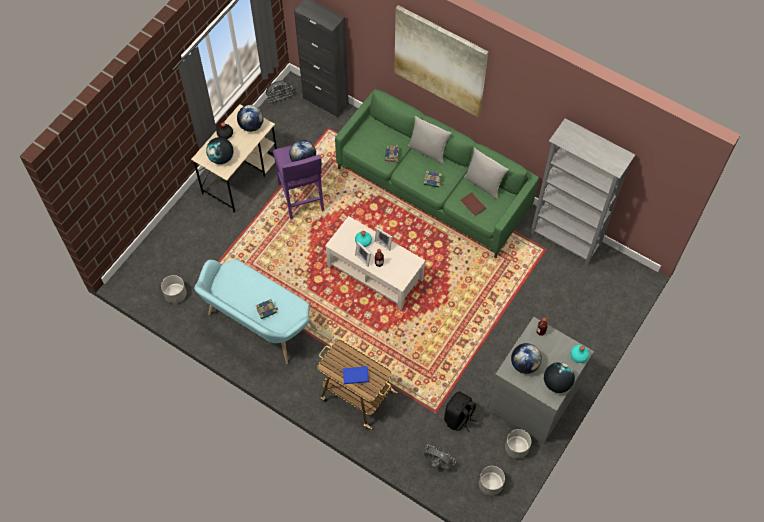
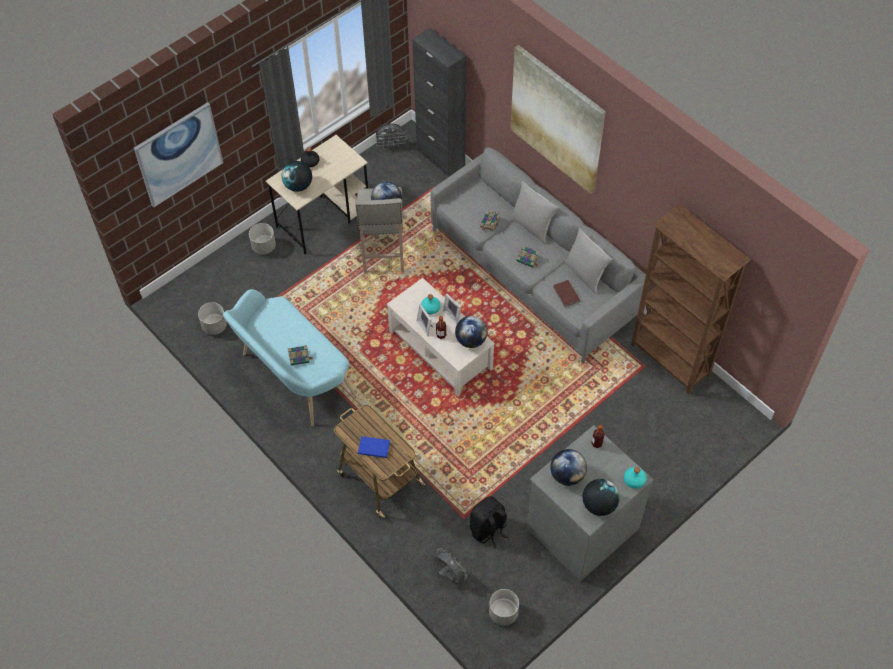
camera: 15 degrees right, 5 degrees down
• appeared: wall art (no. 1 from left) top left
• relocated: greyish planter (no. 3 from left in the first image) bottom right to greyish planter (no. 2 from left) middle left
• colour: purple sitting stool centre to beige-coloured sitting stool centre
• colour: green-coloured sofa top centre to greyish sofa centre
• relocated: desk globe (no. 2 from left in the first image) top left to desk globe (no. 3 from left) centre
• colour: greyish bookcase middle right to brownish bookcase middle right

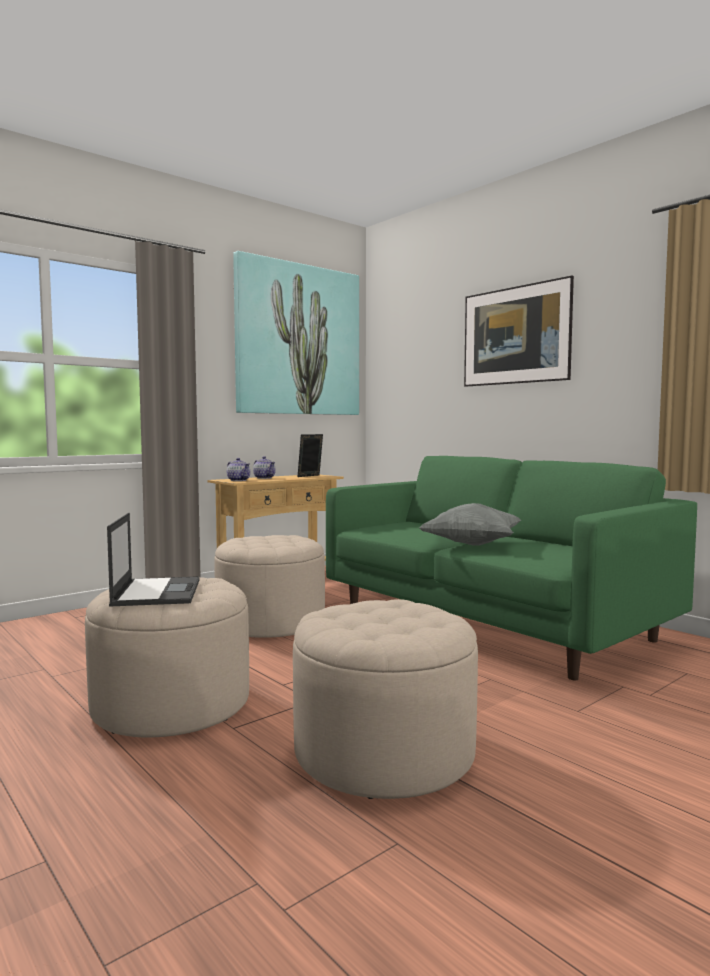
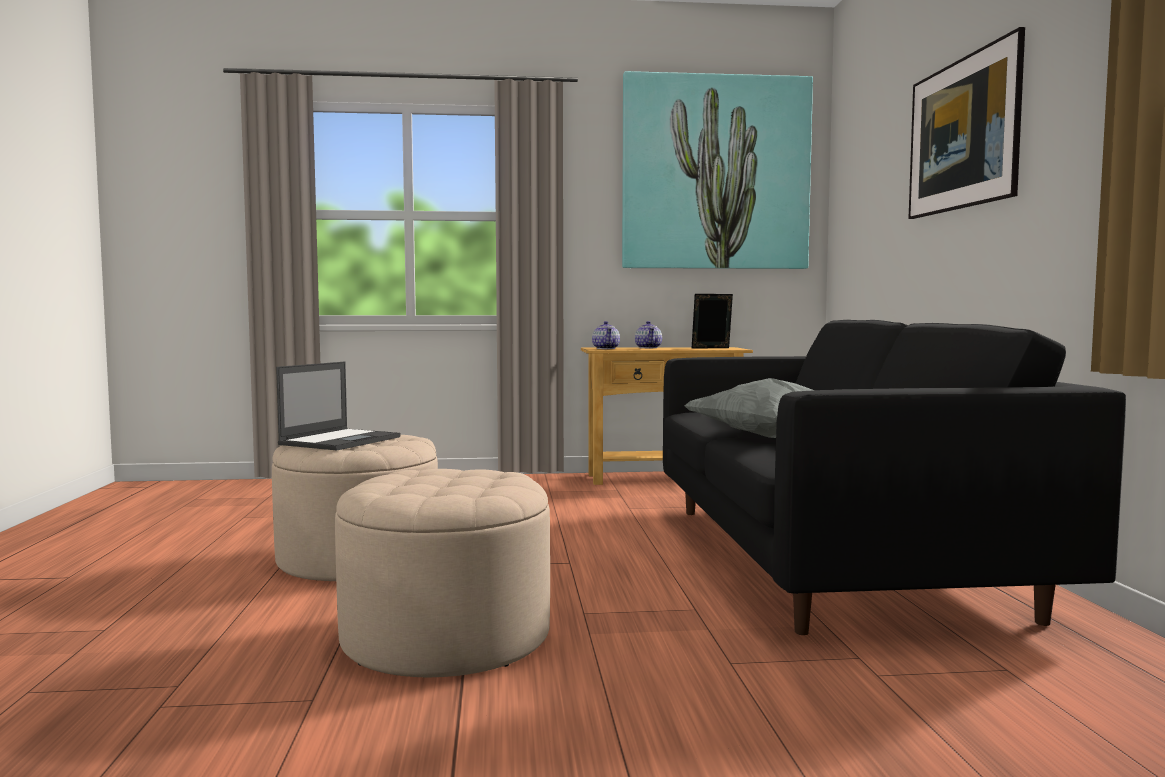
camera: 35 degrees right, 0 degrees up
• colour: green-coloured sofa middle right to black-coloured sofa middle right
• missing: beige-coloured ottoman (no. 2 from left) centre

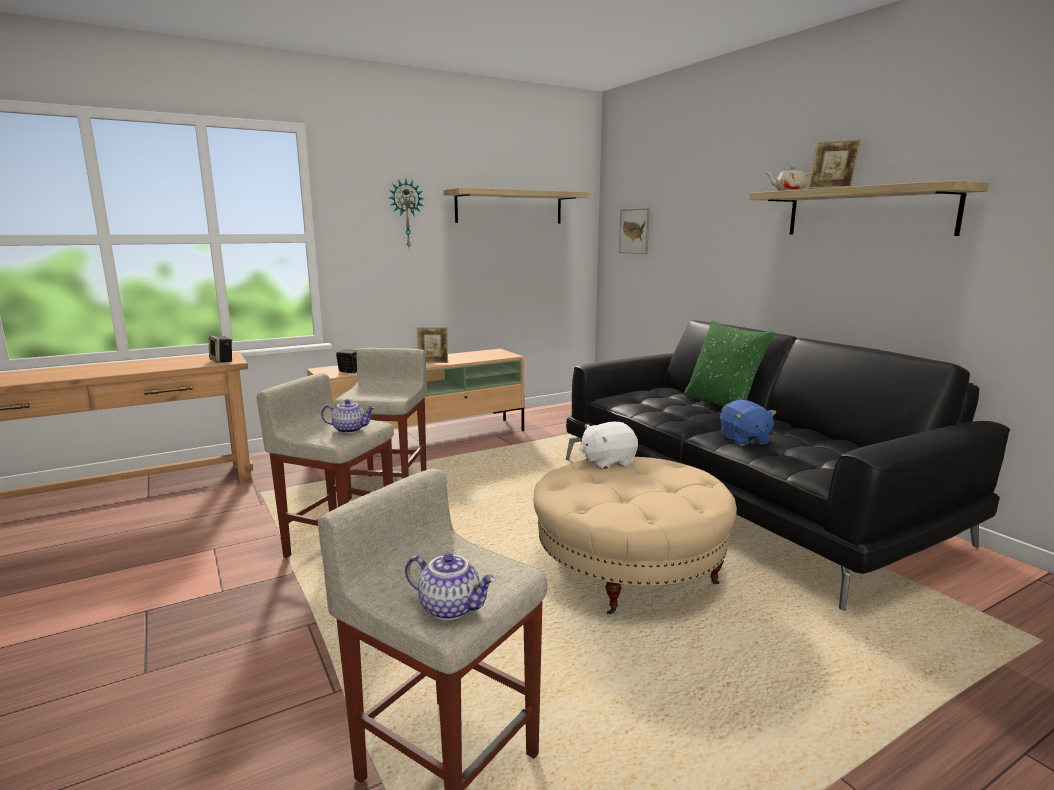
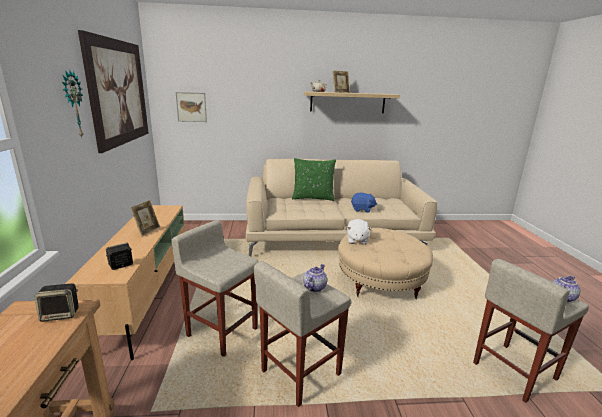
camera: 65 degrees left, 5 degrees up
• exchanged: bracket shelf (no. 1 from left) top centre to wall art (no. 1 from left) top left
• colour: black-coloured sofa middle right to beige-coloured sofa centre

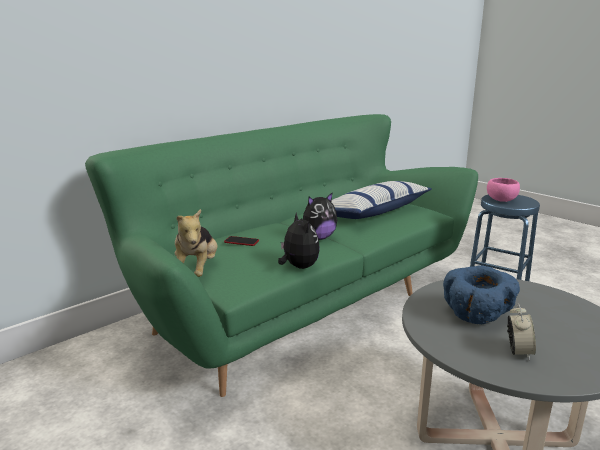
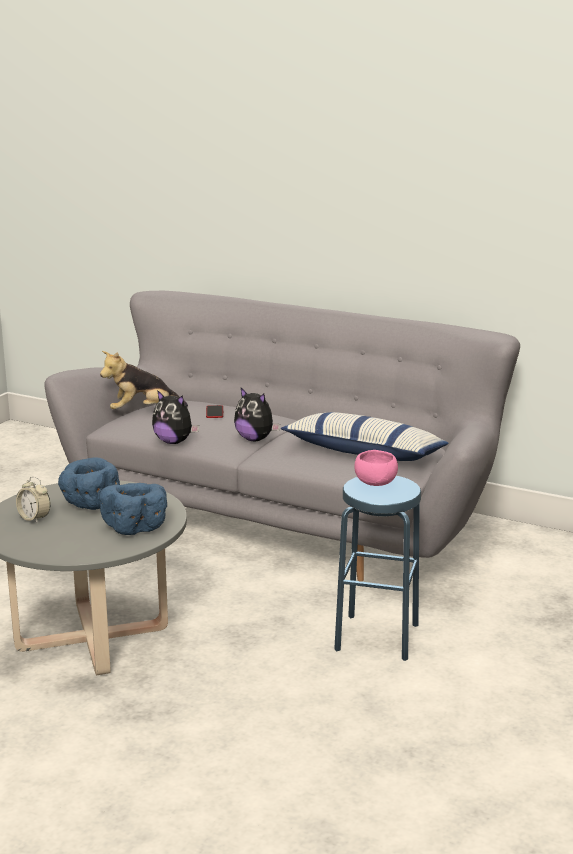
camera: 70 degrees right, 0 degrees up
• spun: bedside clock bottom right = middle left 45 degrees clockwise
• colour: green-coloured sofa centre to greyish sofa centre
• appeared: blue-coloured deep dish (no. 2 from left) middle left
• spun: plush toy (no. 2 from left) centre = middle left 75 degrees clockwise

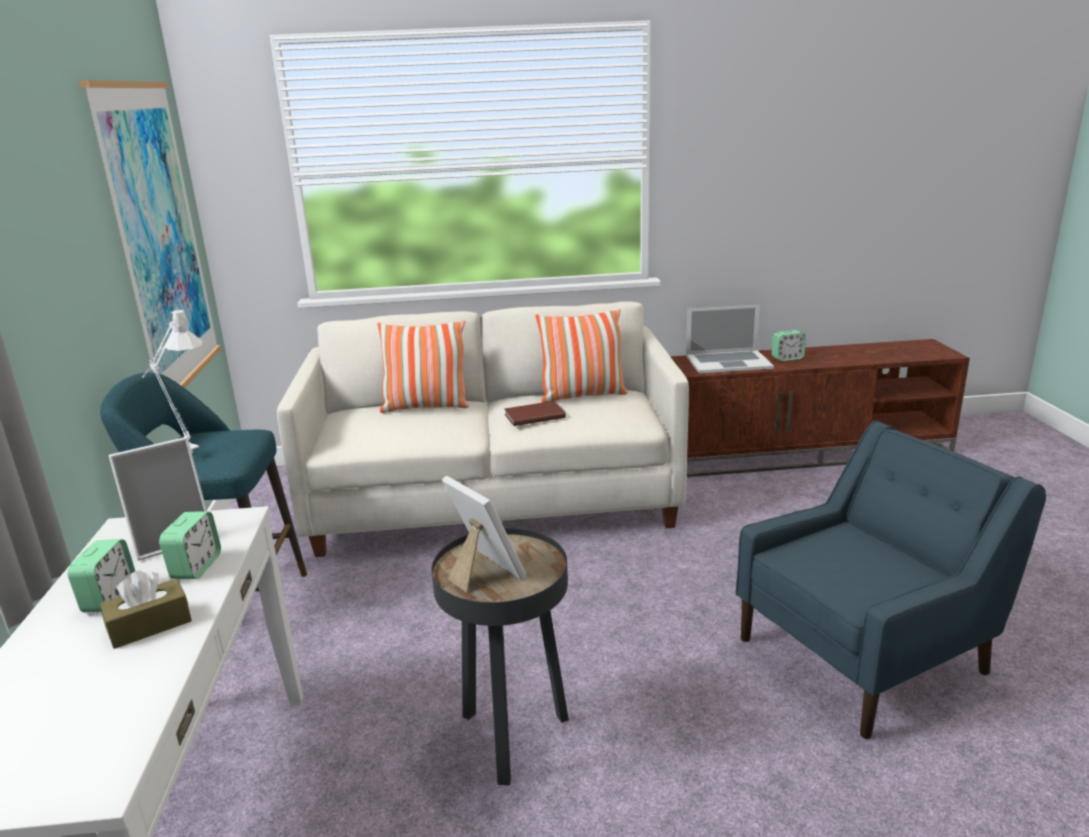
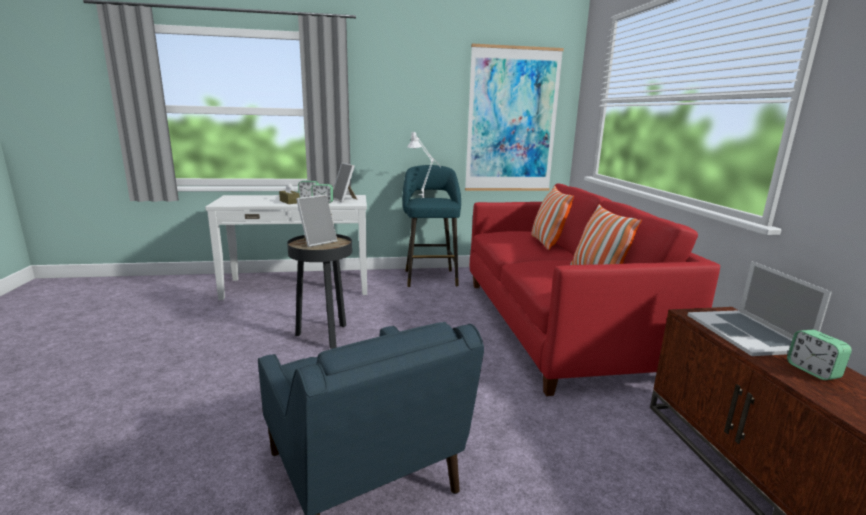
camera: 85 degrees right, 5 degrees down
• colour: white sofa centre to red-coloured sofa middle right
• missing: brownish bound book centre

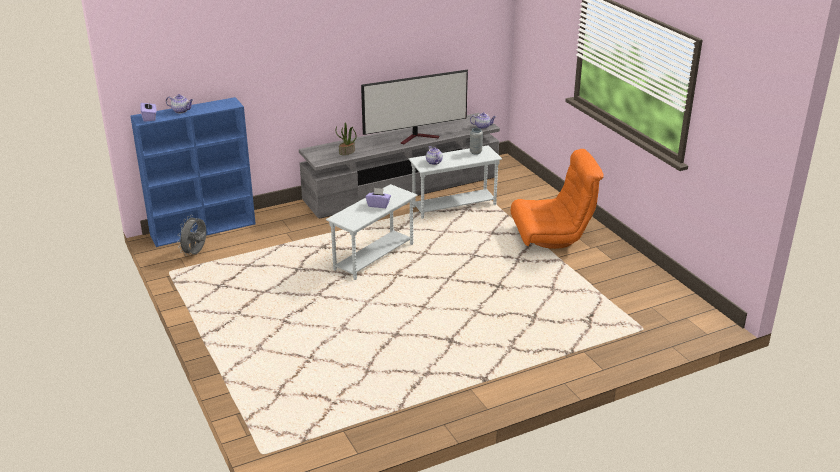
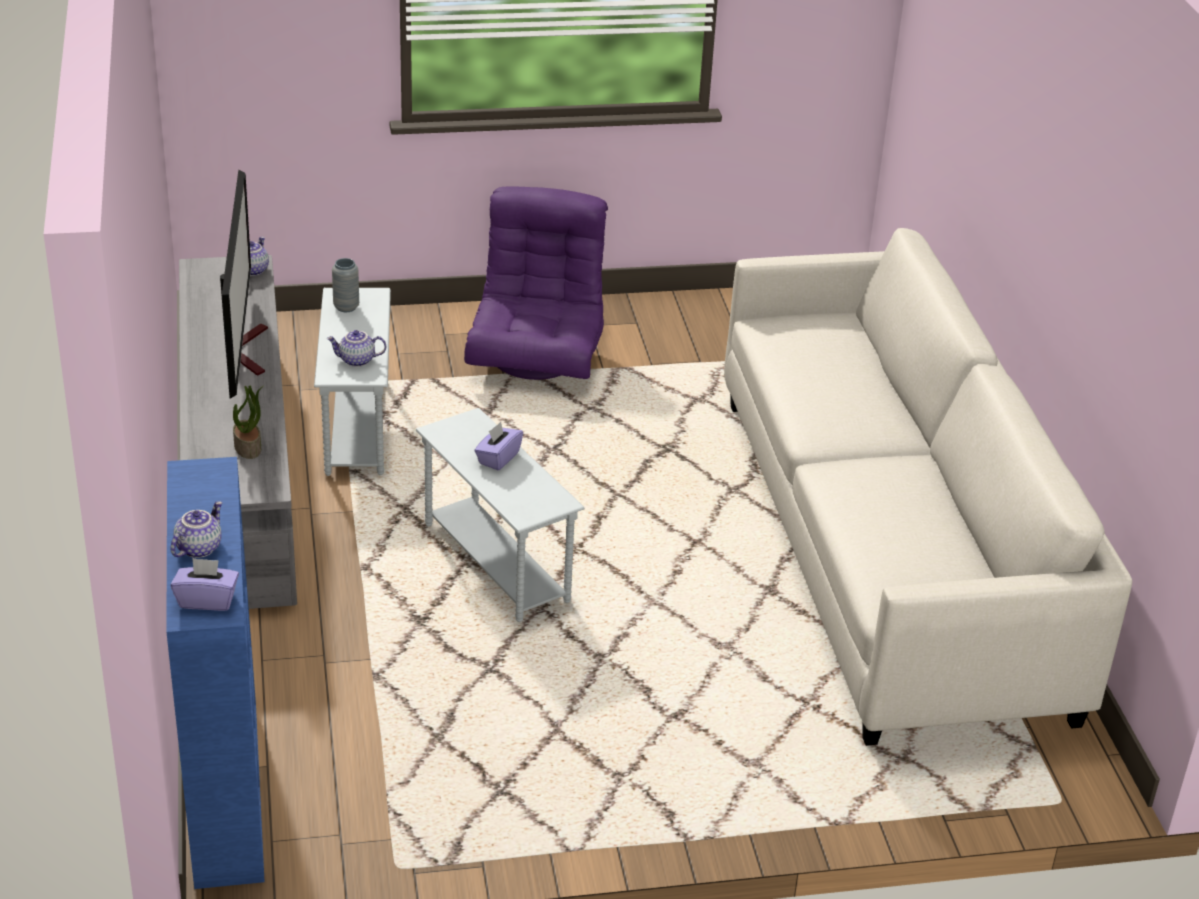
camera: 75 degrees left, 5 degrees up
• colour: orange lounge chair centre to purple lounge chair top centre
• appeared: white sofa middle right
• missing: greyish fan middle left

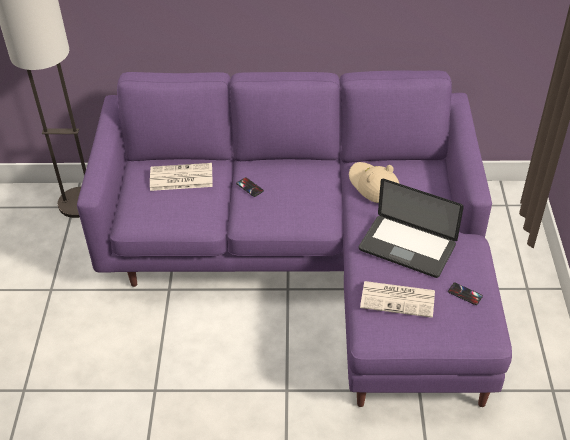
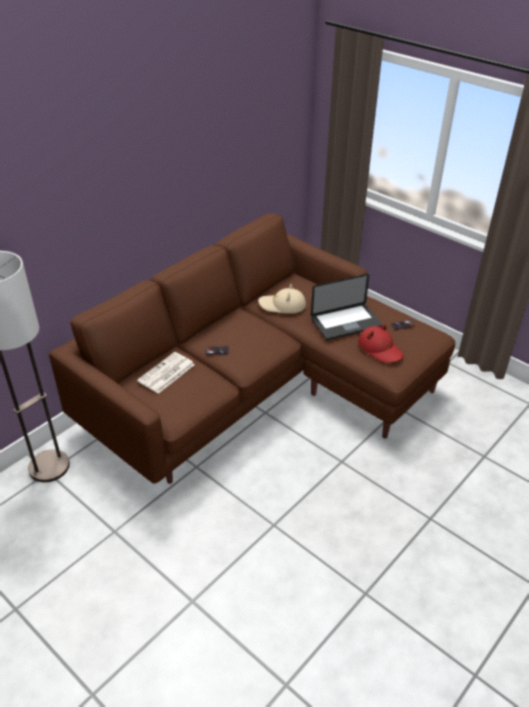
camera: 50 degrees left, 5 degrees down
• colour: purple sofa centre to brownish sofa centre
• exchanged: newspaper (no. 2 from left) bottom right to red-coloured hat middle right

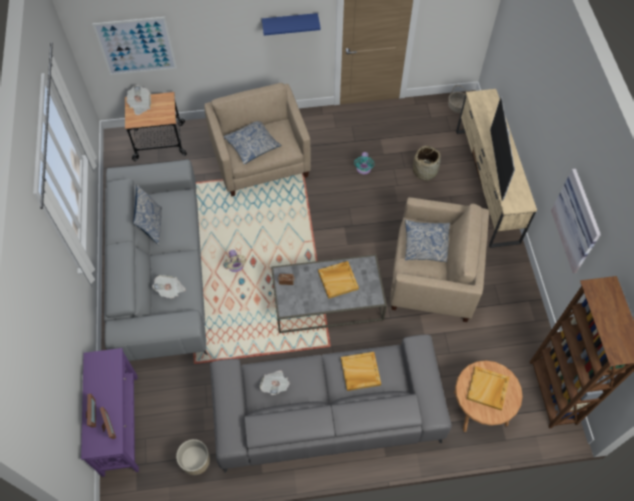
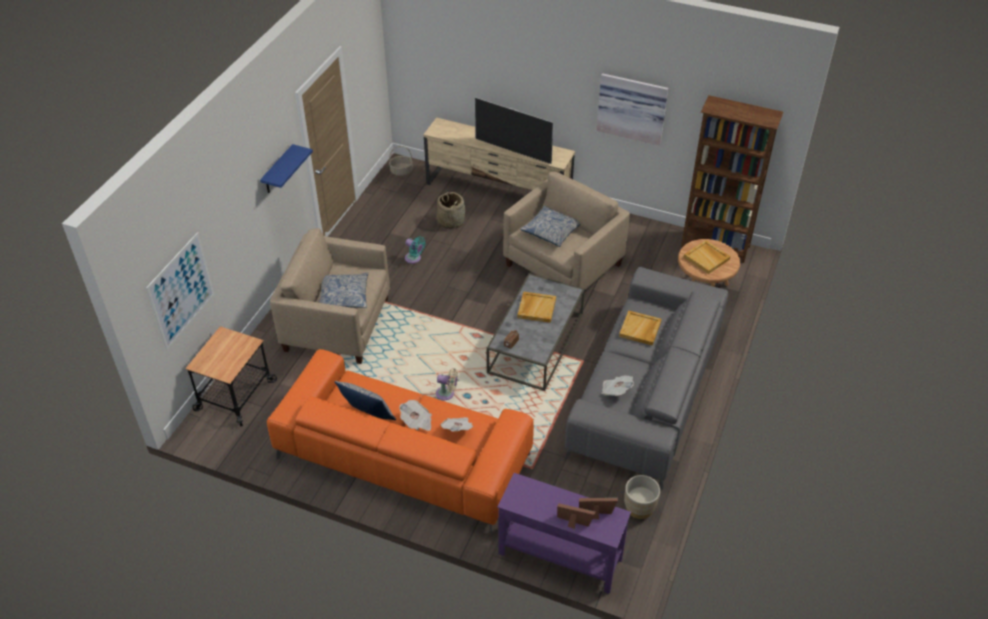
camera: 60 degrees left, 15 degrees down
• colour: greyish sofa (no. 1 from left) middle left to orange sofa bottom centre
• relocated: newspaper (no. 1 from left) top left to bottom centre

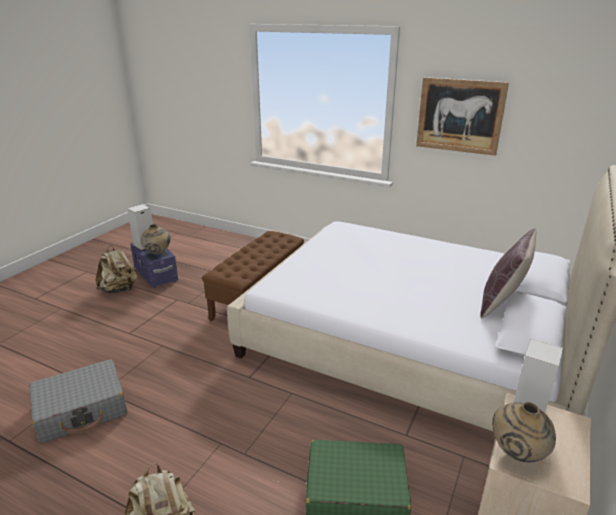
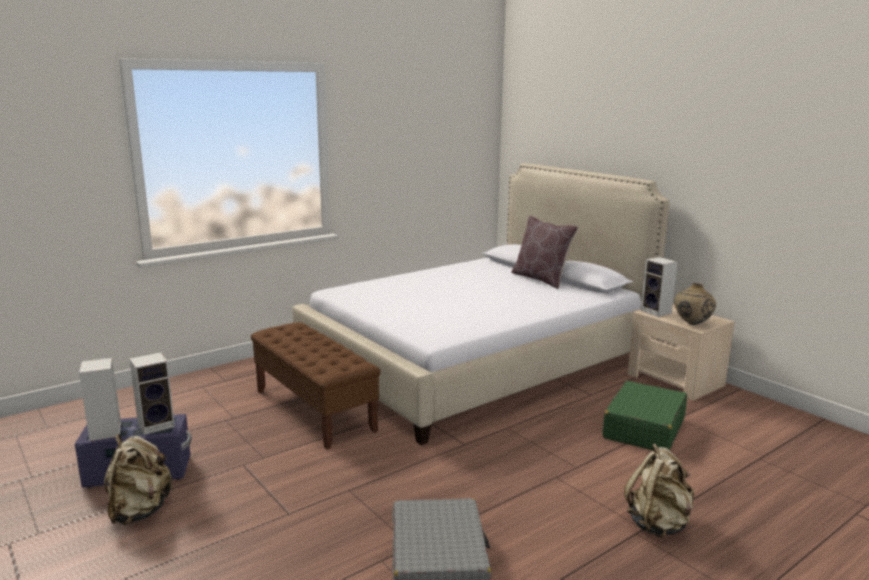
camera: 65 degrees left, 10 degrees down
• exchanged: beige-coloured decorative vase (no. 1 from left) middle left to audio speaker (no. 2 from left) bottom left
• missing: wall art top right

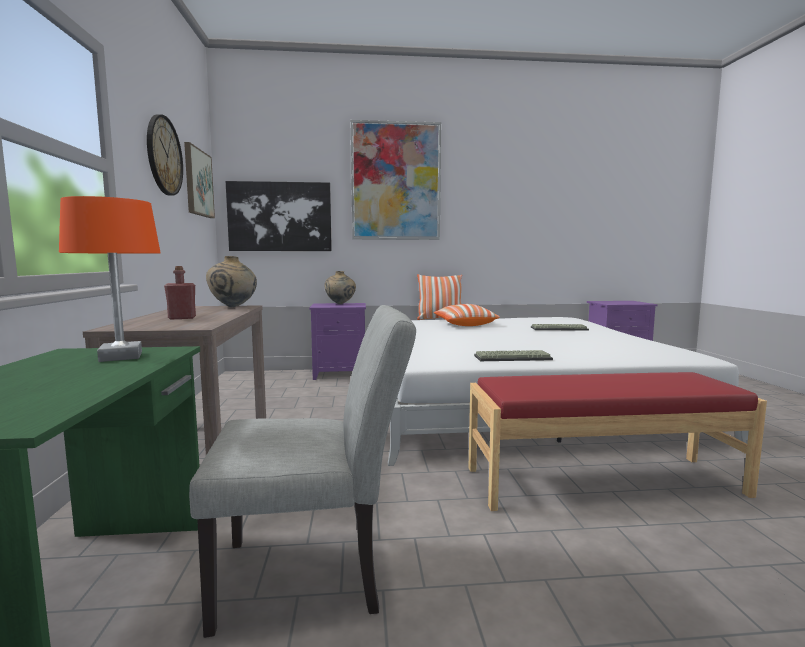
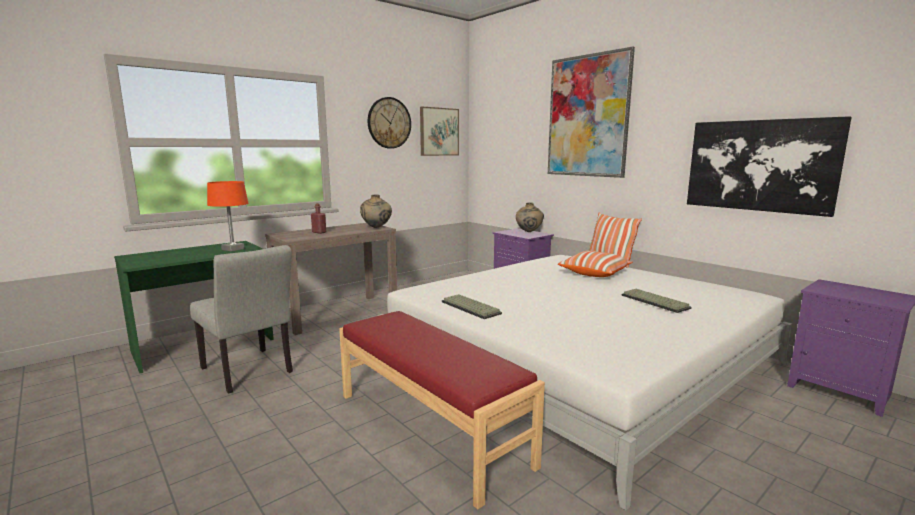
camera: 55 degrees right, 5 degrees up
• relocated: wall art (no. 2 from left in the first image) centre to wall art (no. 3 from left) top right

